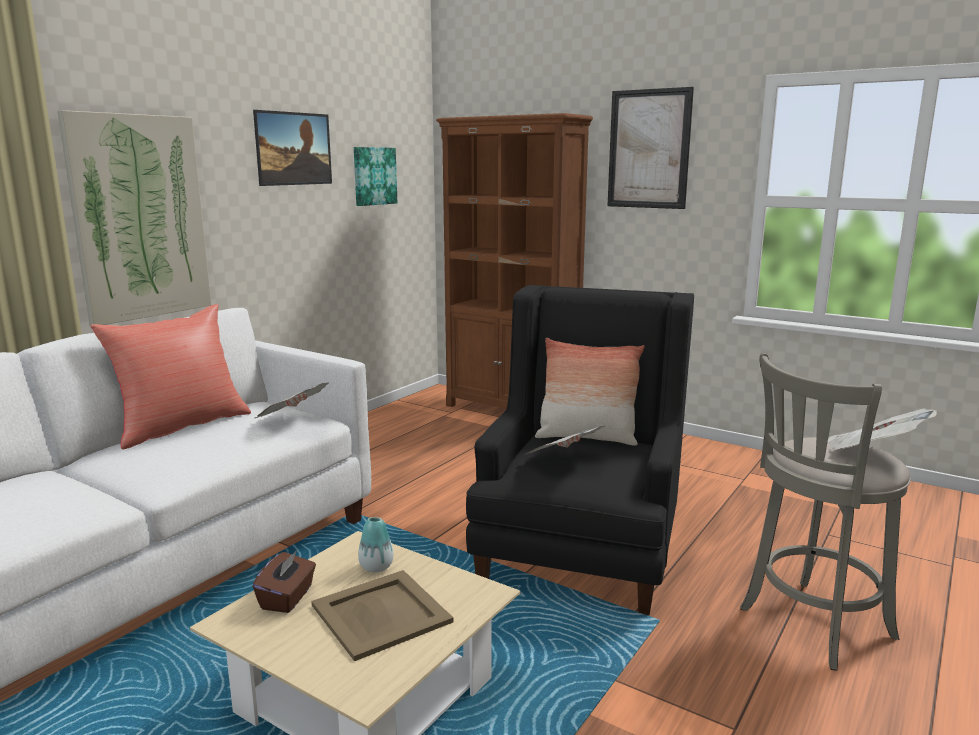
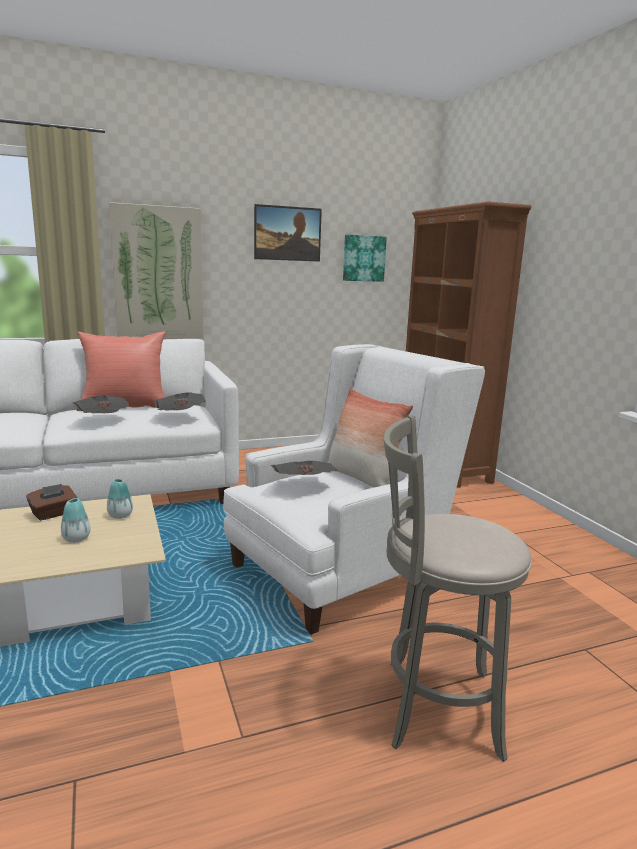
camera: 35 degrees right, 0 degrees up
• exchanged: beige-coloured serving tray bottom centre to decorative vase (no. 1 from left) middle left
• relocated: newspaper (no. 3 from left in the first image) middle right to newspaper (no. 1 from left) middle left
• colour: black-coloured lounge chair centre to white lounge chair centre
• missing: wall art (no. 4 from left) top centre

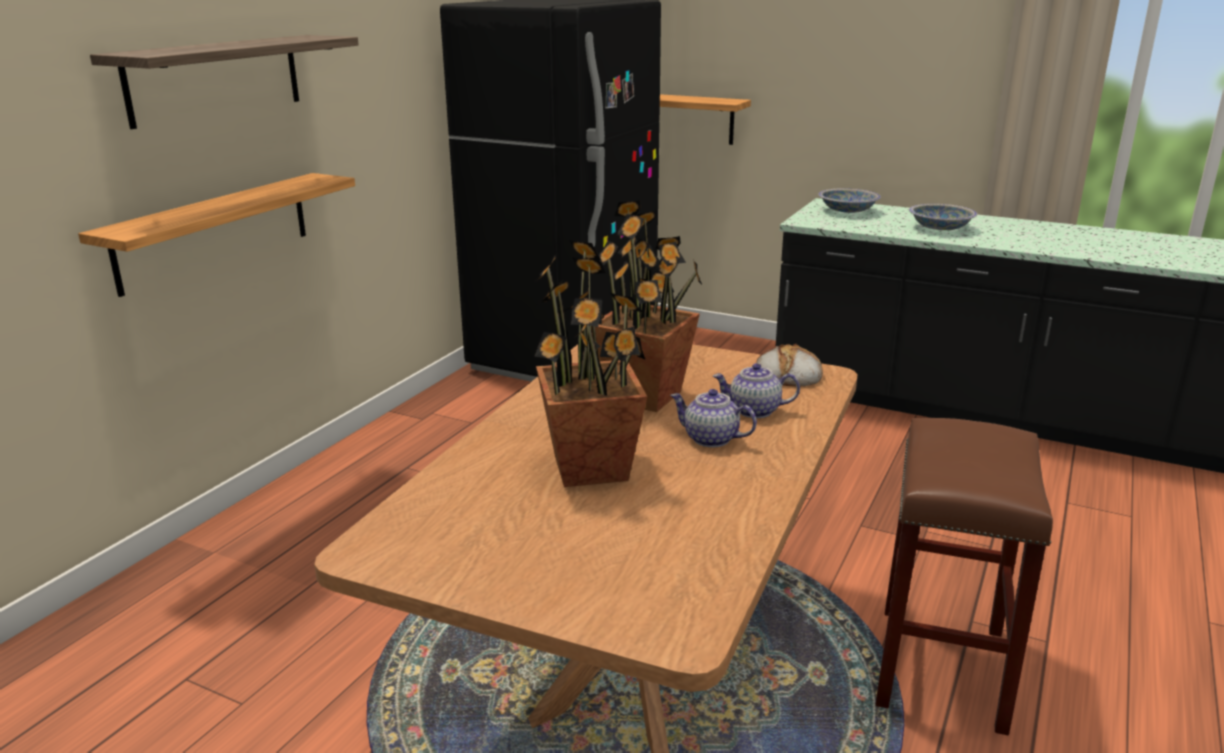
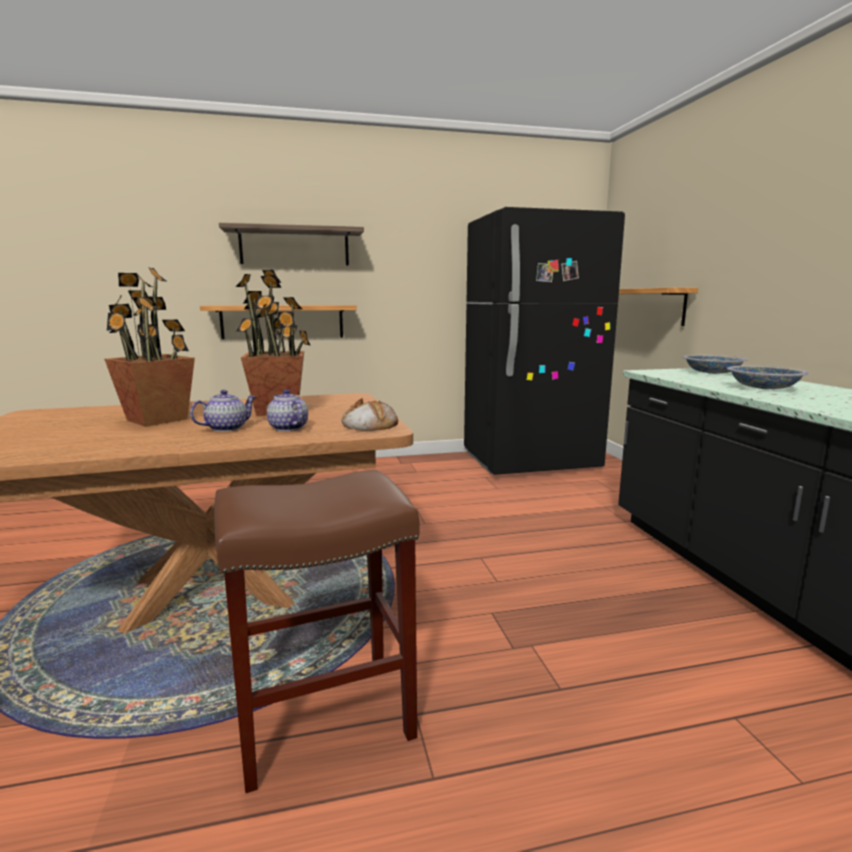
camera: 50 degrees right, 10 degrees down
• spun: tea pot (no. 1 from left) centre = middle left 60 degrees clockwise

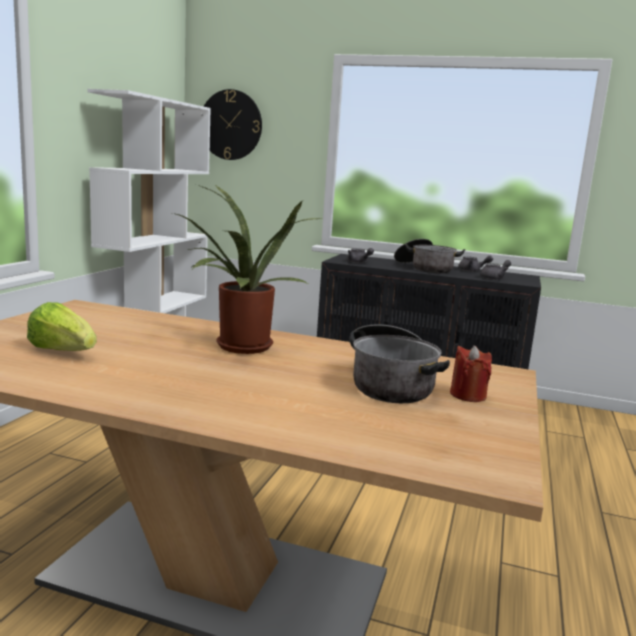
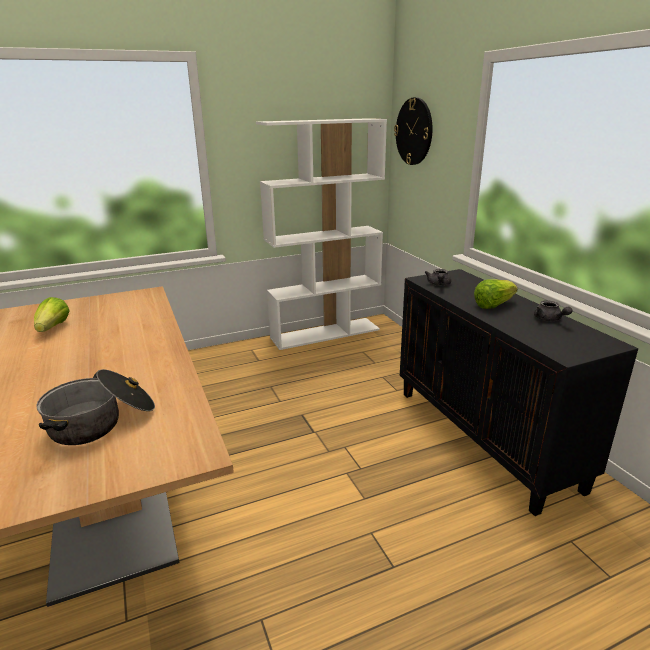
camera: 50 degrees right, 10 degrees up
• exchanged: stockpot (no. 2 from left) middle right to head of lettuce (no. 2 from left) middle right
• missing: houseplant centre
• missing: red-coloured wax light middle right
• missing: greyish tea pot (no. 3 from left) middle right

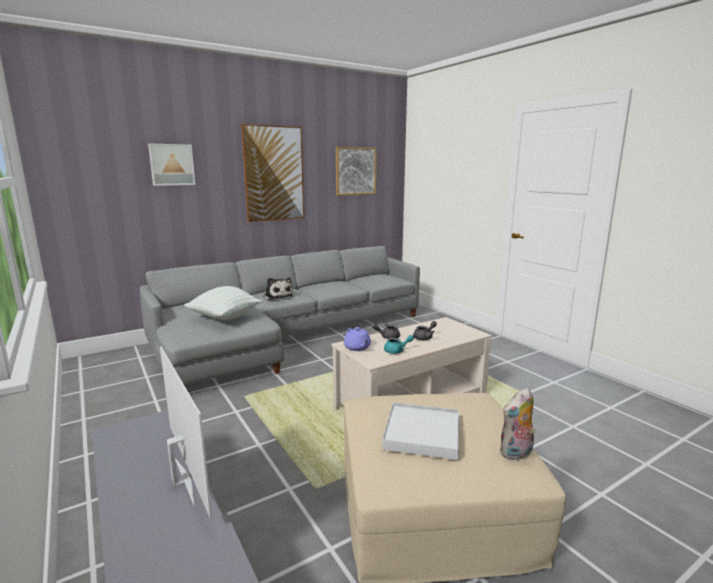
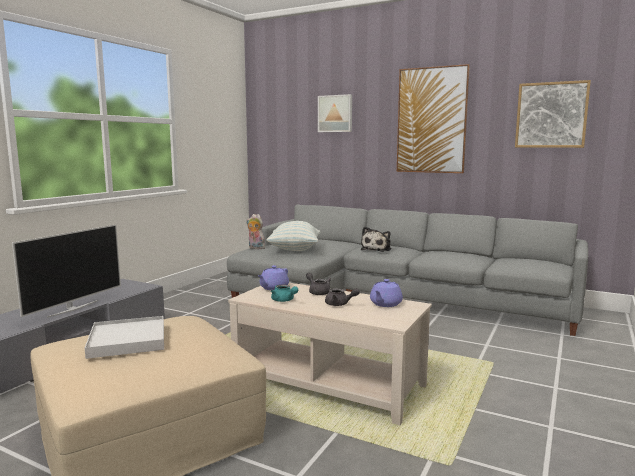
camera: 60 degrees right, 5 degrees down
• relocated: plush toy (no. 2 from left in the first image) bottom right to plush toy (no. 1 from left) centre
• appeared: purple tea pot (no. 2 from left) centre

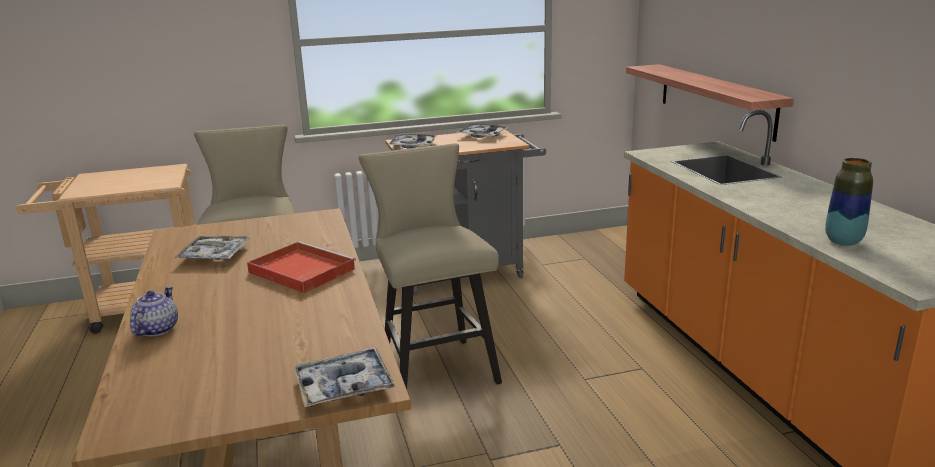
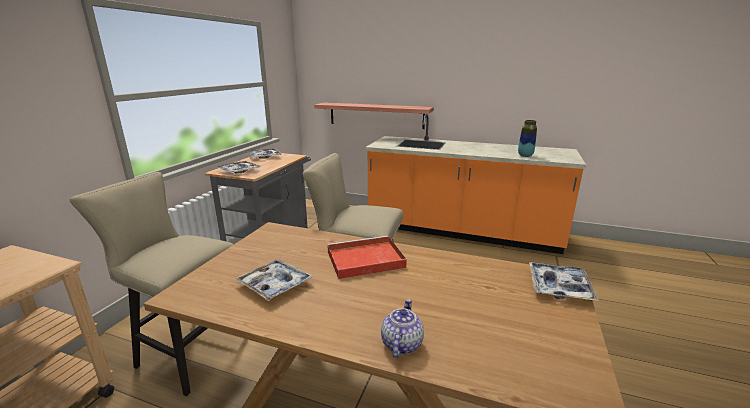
camera: 55 degrees left, 0 degrees up
• spun: tea pot middle left = bottom centre 60 degrees clockwise

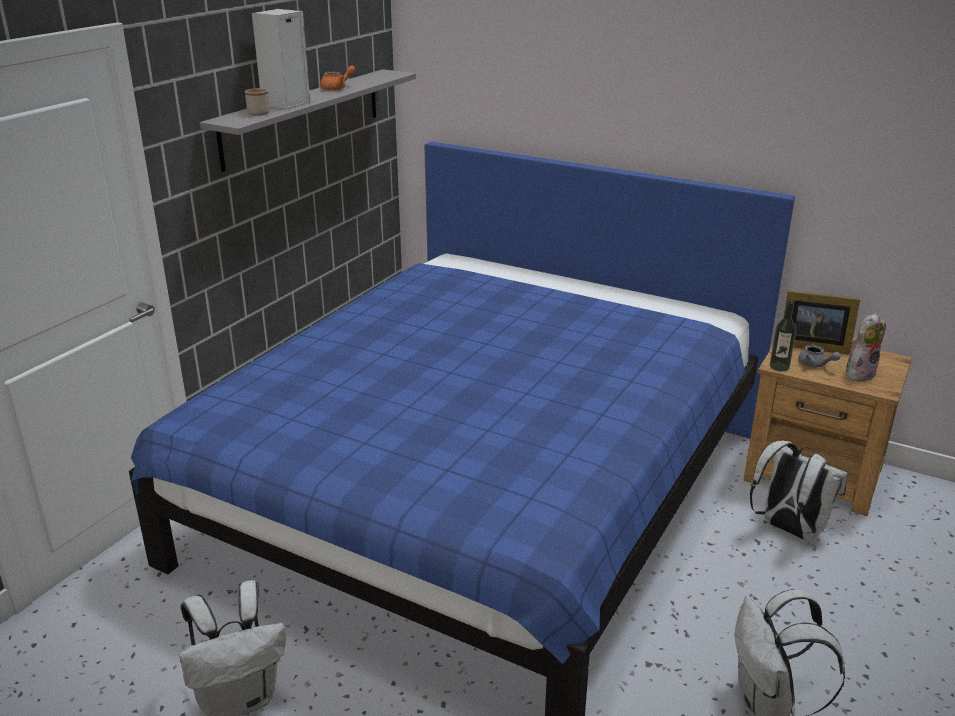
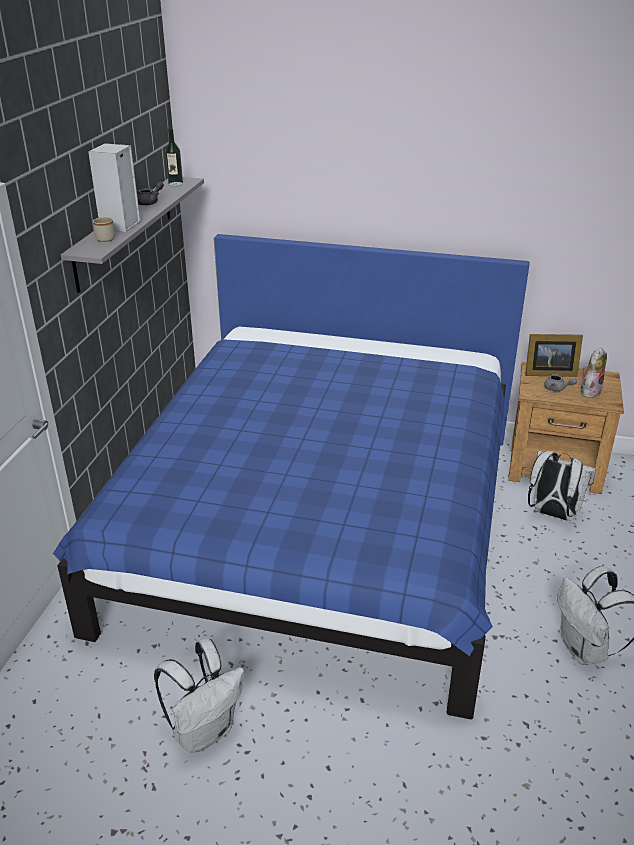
camera: 15 degrees left, 5 degrees up
• colour: orange tea pot top centre to greyish tea pot (no. 1 from left) top left
• relocated: bottle middle right to top left

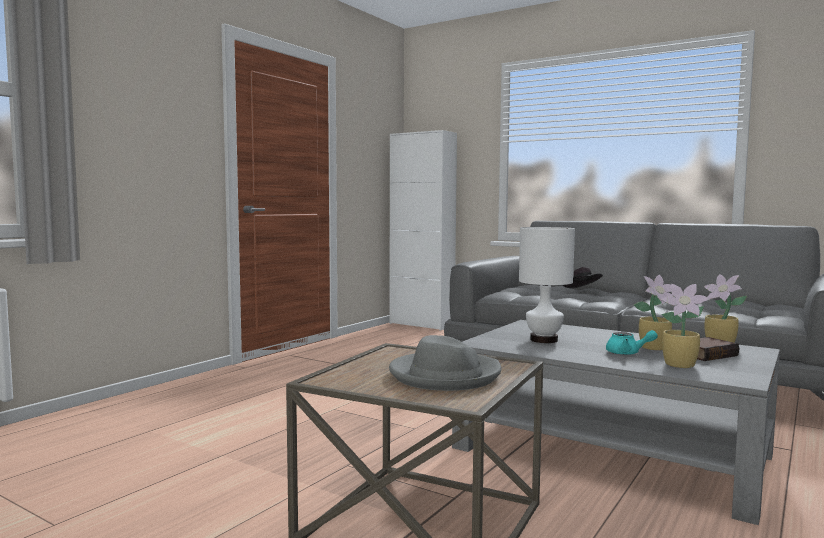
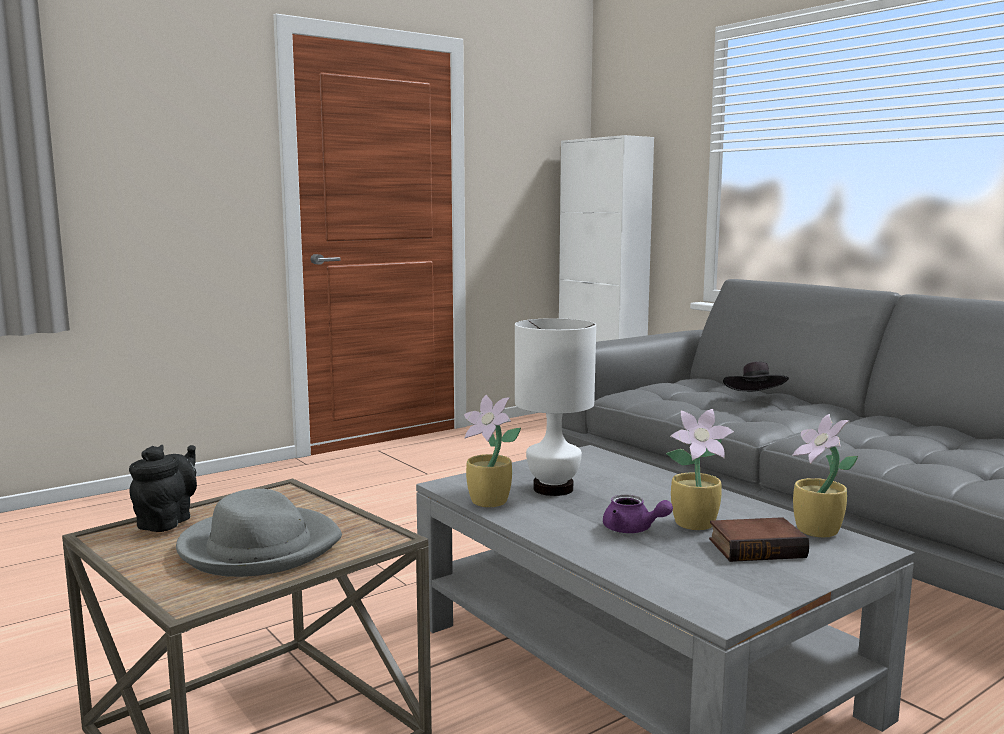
camera: 20 degrees right, 5 degrees up
• appeared: black-coloured tea pot middle left
• relocated: houseplant (no. 2 from left in the first image) middle right to houseplant (no. 1 from left) centre
• colour: turquoise-coloured tea pot middle right to purple tea pot bottom centre

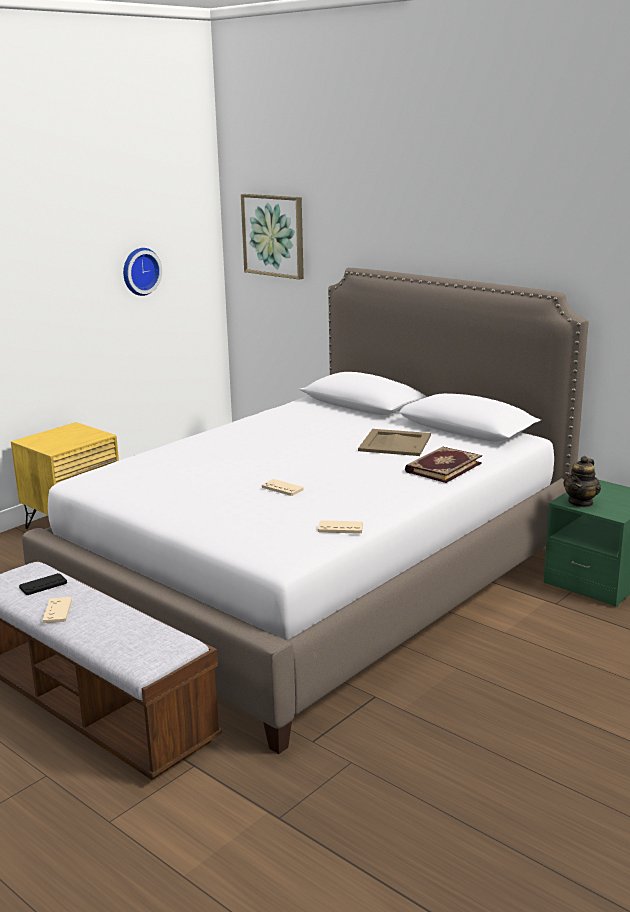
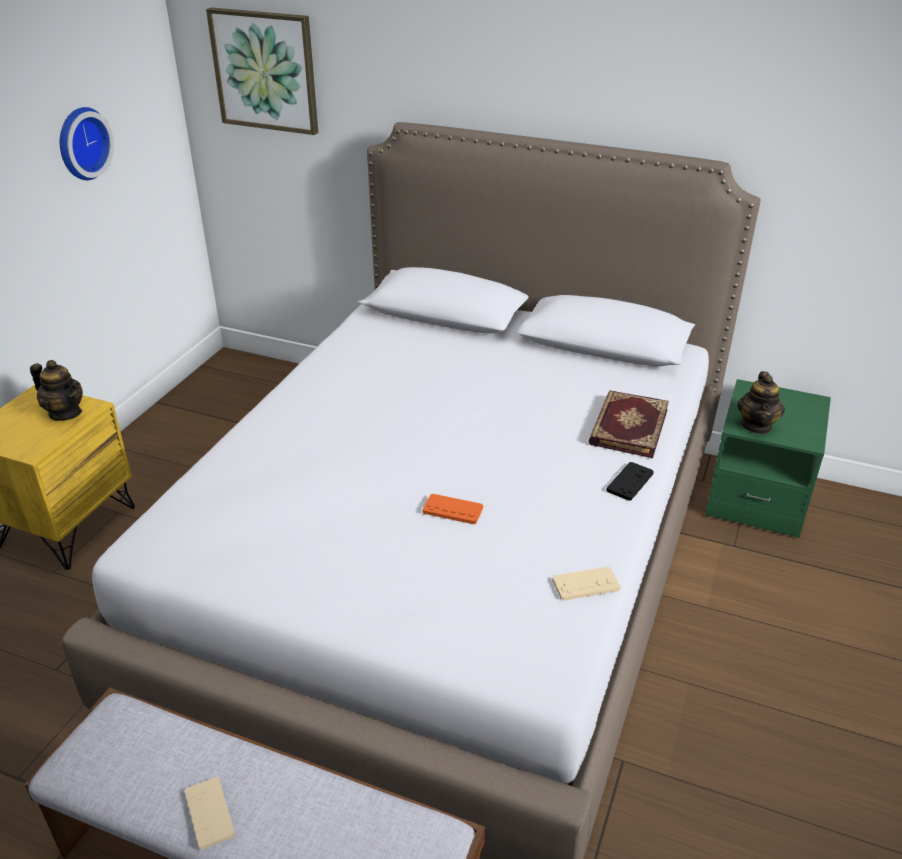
camera: 20 degrees left, 15 degrees up
• appeared: tea pot (no. 1 from left) middle left
• colour: beige-coloured joypad (no. 2 from left) centre to orange joypad centre
• relocated: black-coloured joypad middle left to middle right
• missing: beige-coloured serving tray centre

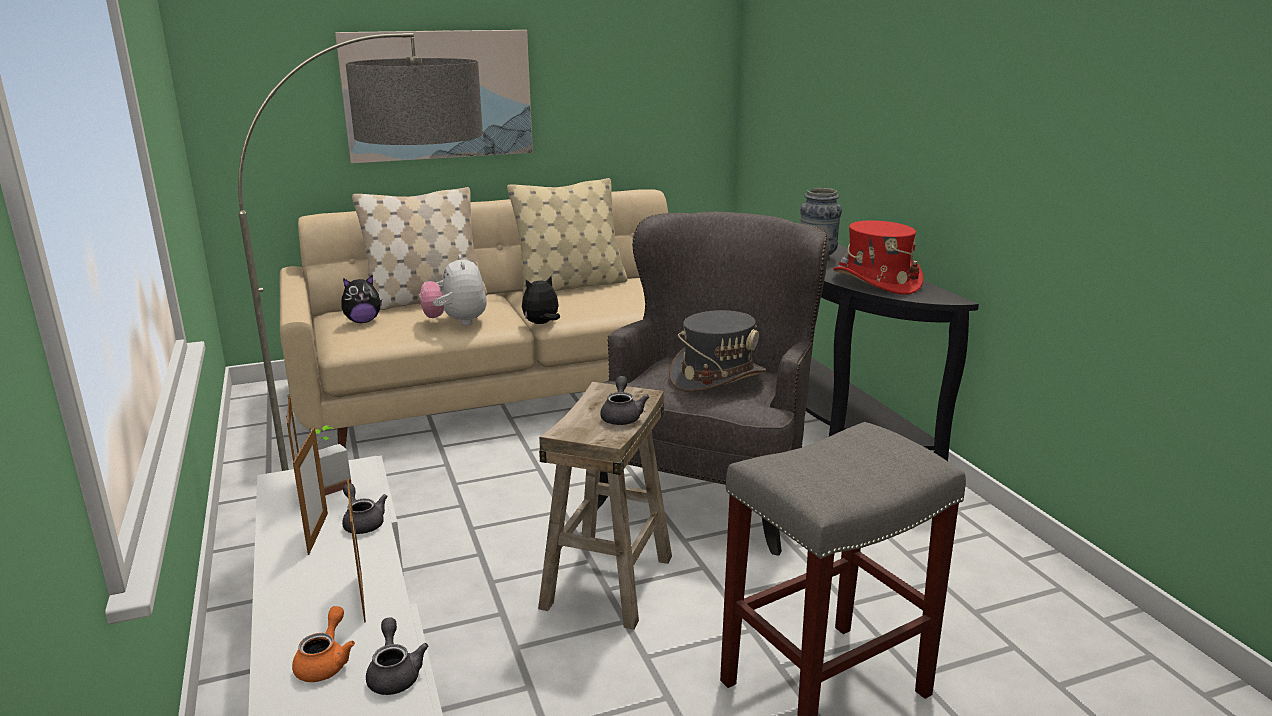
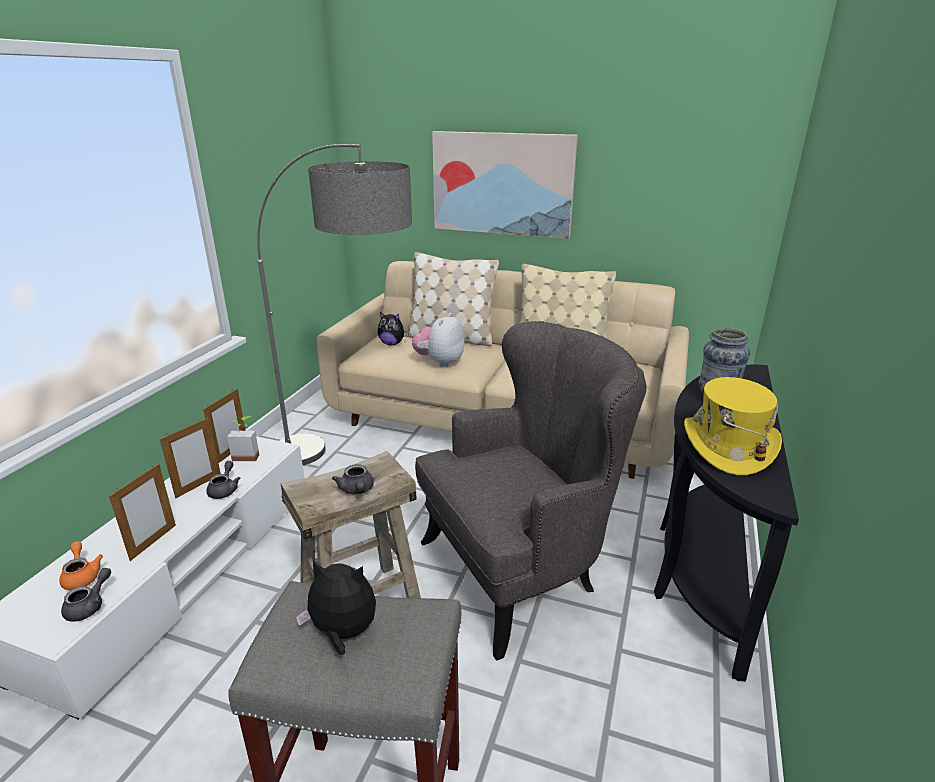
camera: 40 degrees right, 5 degrees up
• spun: orange tea pot bottom left = bottom left 75 degrees counterclockwise
• relocated: plush toy (no. 3 from left in the first image) centre to plush toy (no. 1 from left) bottom centre
• spun: greyish tea pot (no. 3 from left) centre = centre 120 degrees clockwise
• colour: red-coloured hat middle right to yellow-coloured hat middle right
• missing: greyish hat centre

